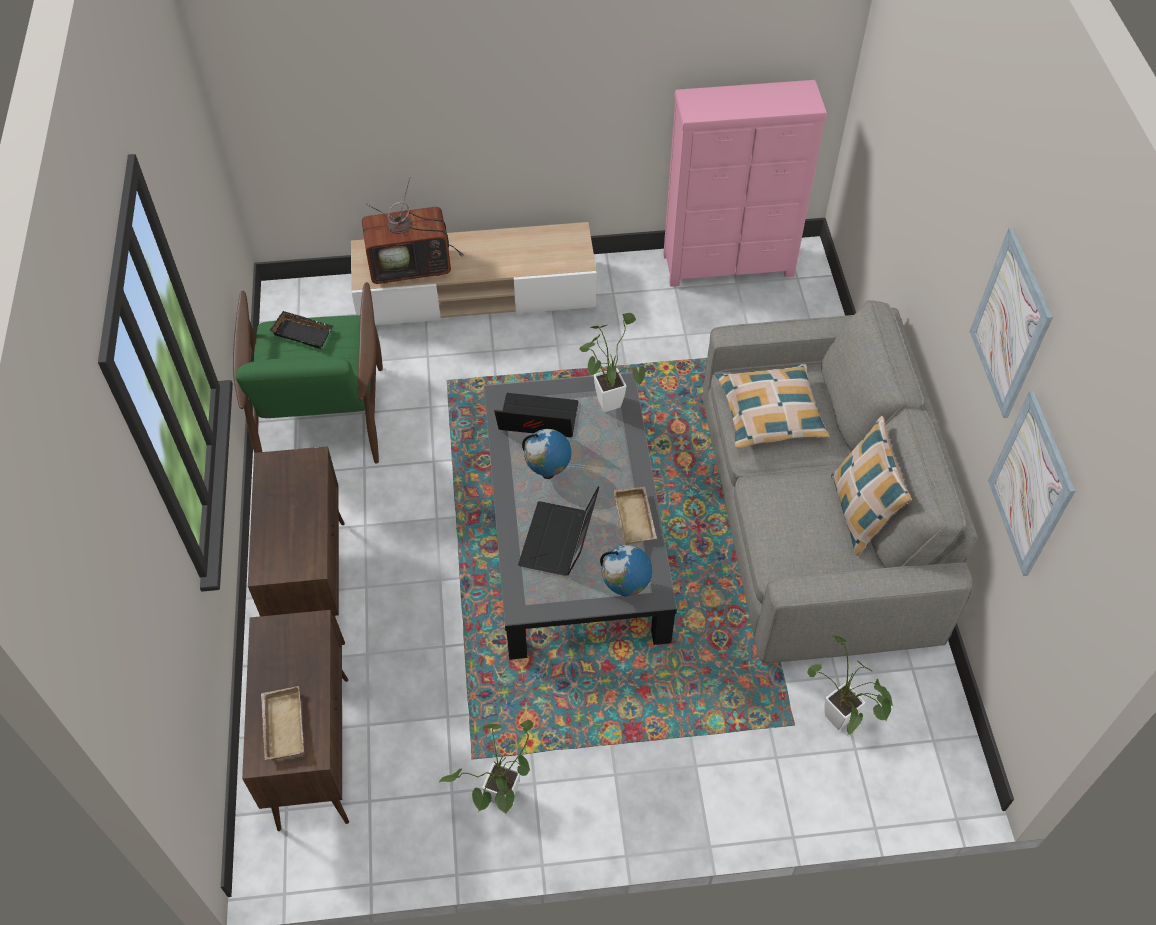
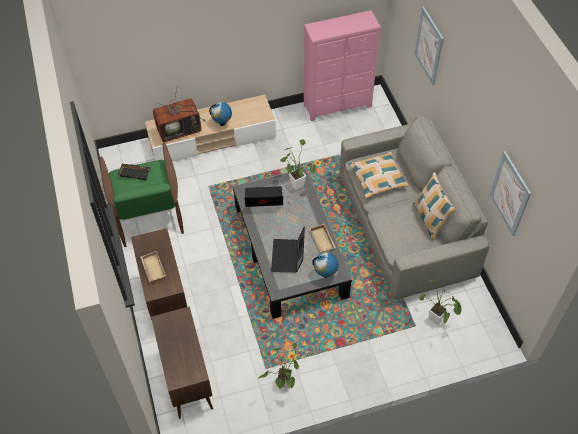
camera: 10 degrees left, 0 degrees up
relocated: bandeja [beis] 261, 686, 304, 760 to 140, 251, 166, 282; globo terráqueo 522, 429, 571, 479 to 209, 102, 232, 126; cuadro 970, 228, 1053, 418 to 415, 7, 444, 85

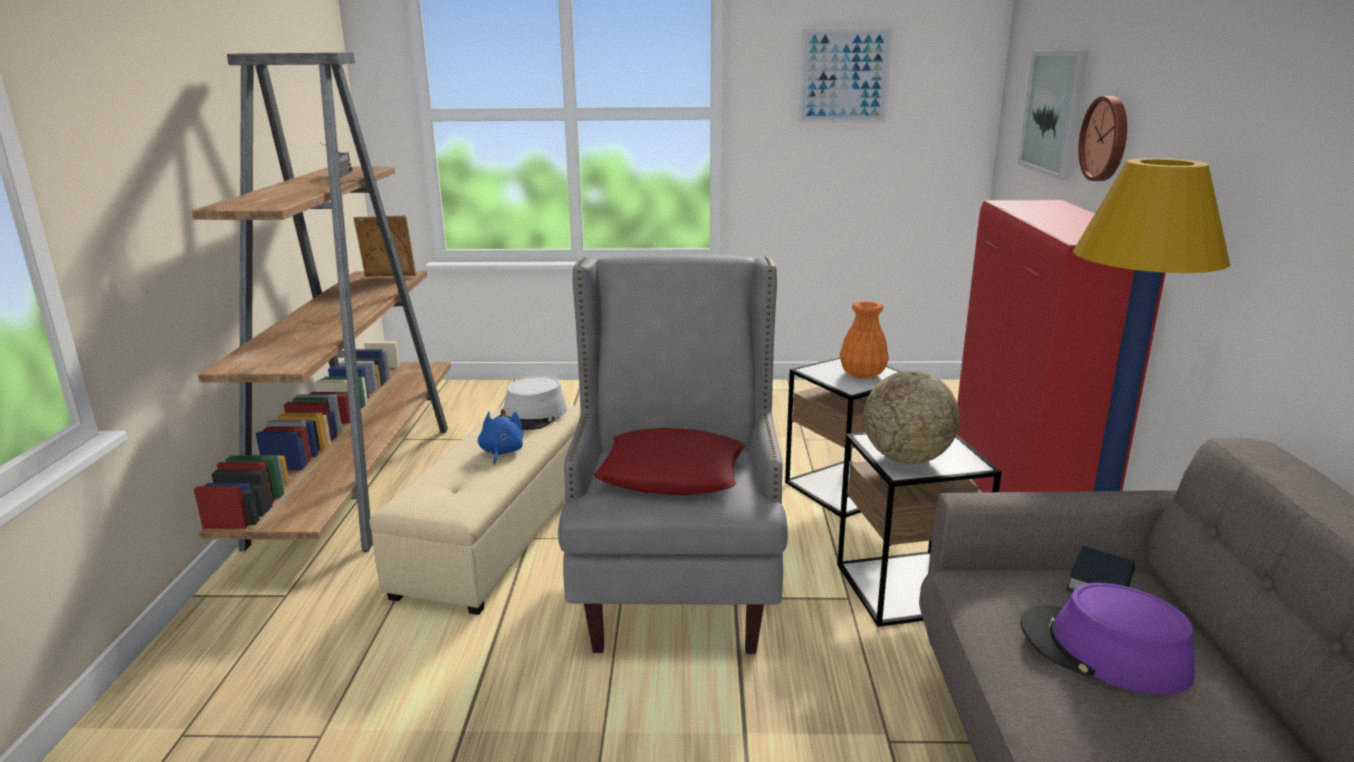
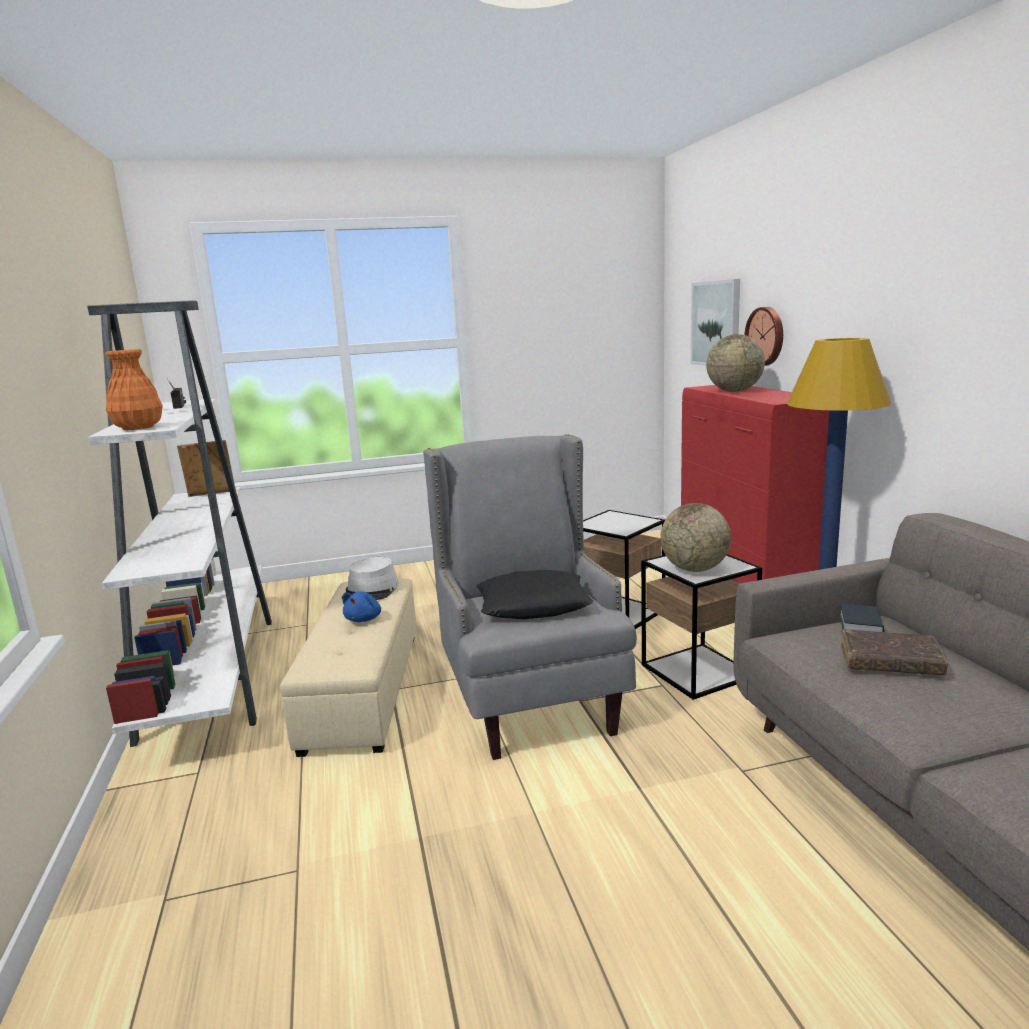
camera: 15 degrees left, 5 degrees down
missing: cuadro 799, 28, 893, 123
appeared: globo terráqueo 706, 334, 765, 392
relocated: florero [naranja] 840, 301, 889, 379 to 105, 349, 163, 430
exchanged: sombrero [morado] 1020, 583, 1195, 695 to libro [marrón] 841, 629, 948, 675
colour: estantería [marrón] 192, 53, 451, 552 to estantería [blanco] 87, 300, 272, 747; cojín [rojo] 594, 428, 746, 495 to cojín [negro] 476, 570, 593, 619
spun: peluche [azul] 478, 410, 523, 465 = 343, 591, 381, 622 150 degrees counterclockwise

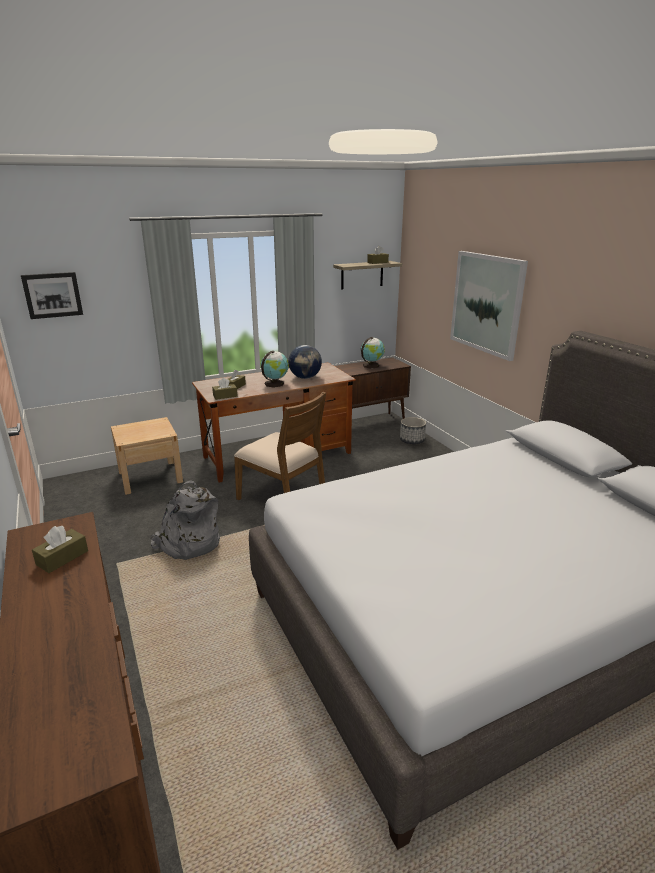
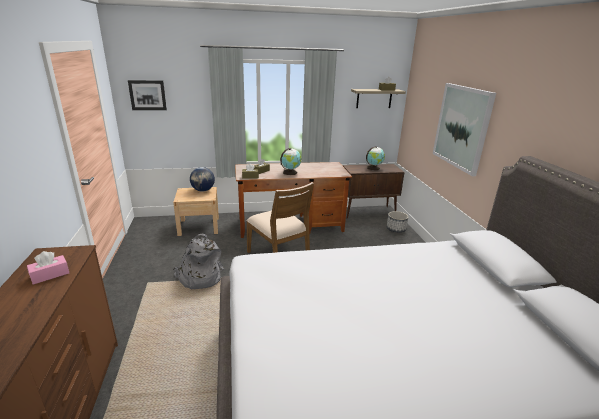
camera: 15 degrees right, 0 degrees up
relocated: globo terráqueo 288, 345, 322, 379 to 190, 167, 215, 192
colour: caja de pañuelos [marrón] 32, 526, 88, 573 to caja de pañuelos [rosa] 27, 251, 69, 285

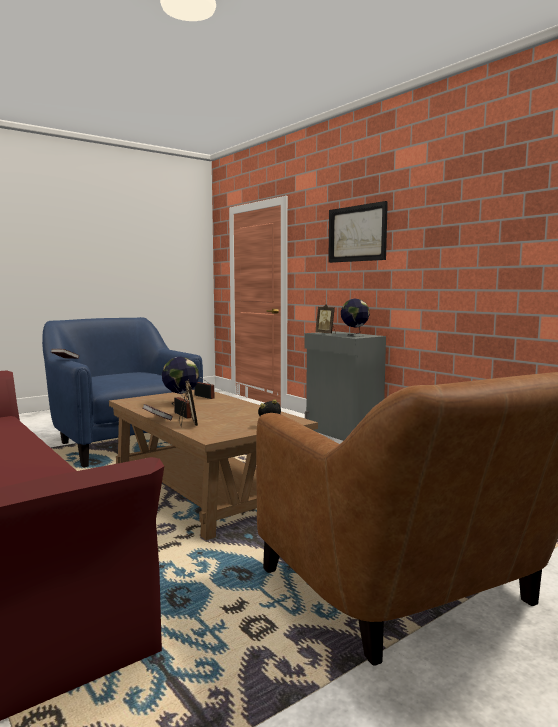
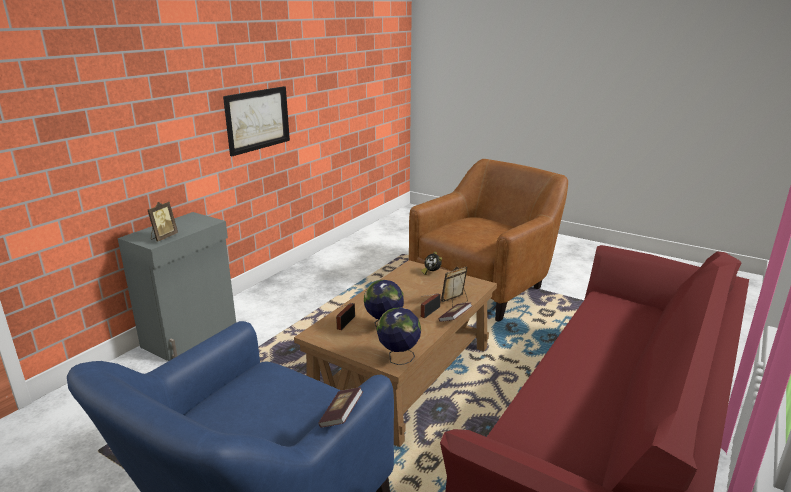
camera: 110 degrees left, 15 degrees up
relocated: cuadro 328, 201, 388, 263 to 223, 86, 290, 156; globo terráqueo 341, 299, 370, 336 to 376, 308, 421, 365

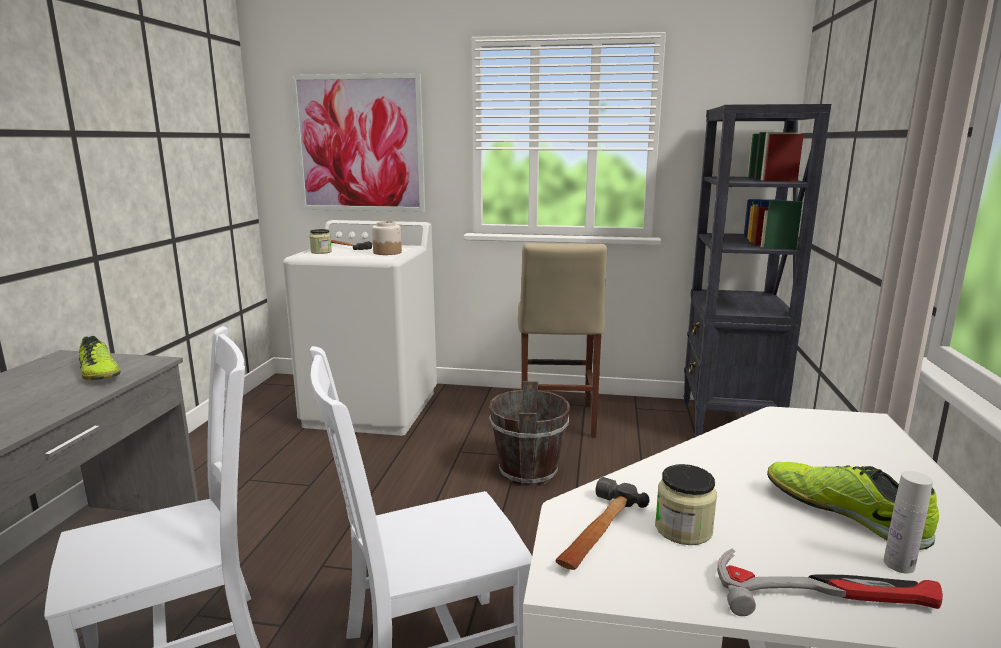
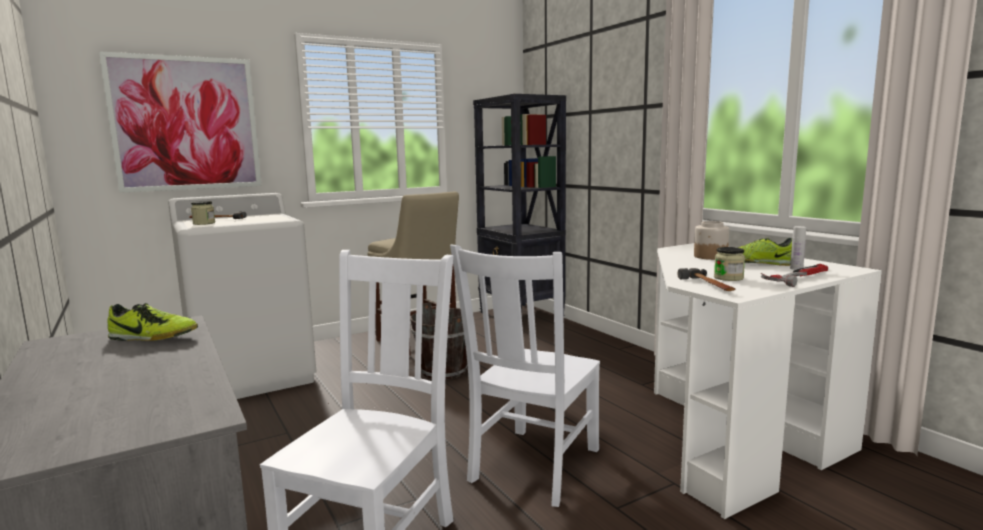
camera: 40 degrees left, 5 degrees down
relocated: tarro 372, 221, 402, 255 to 694, 221, 729, 260

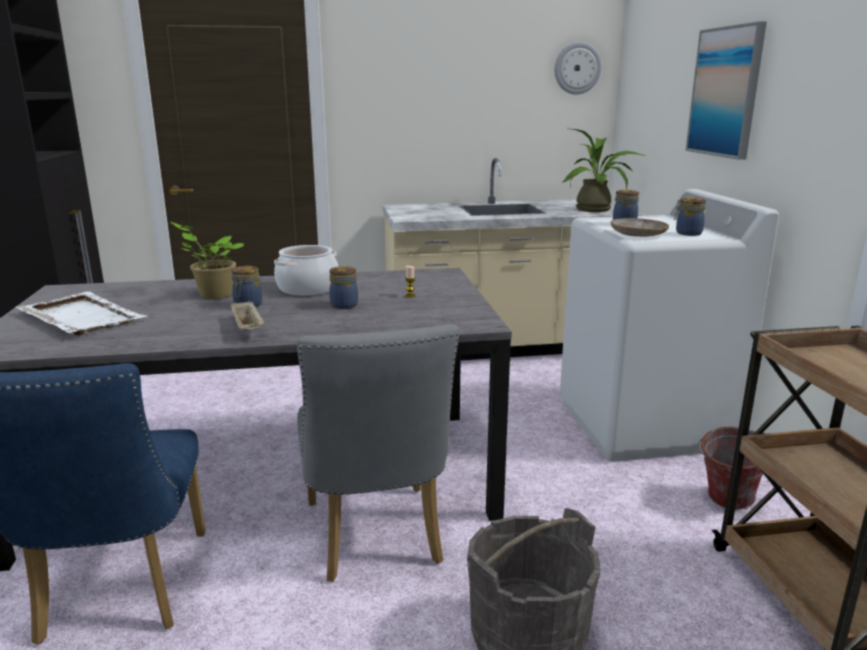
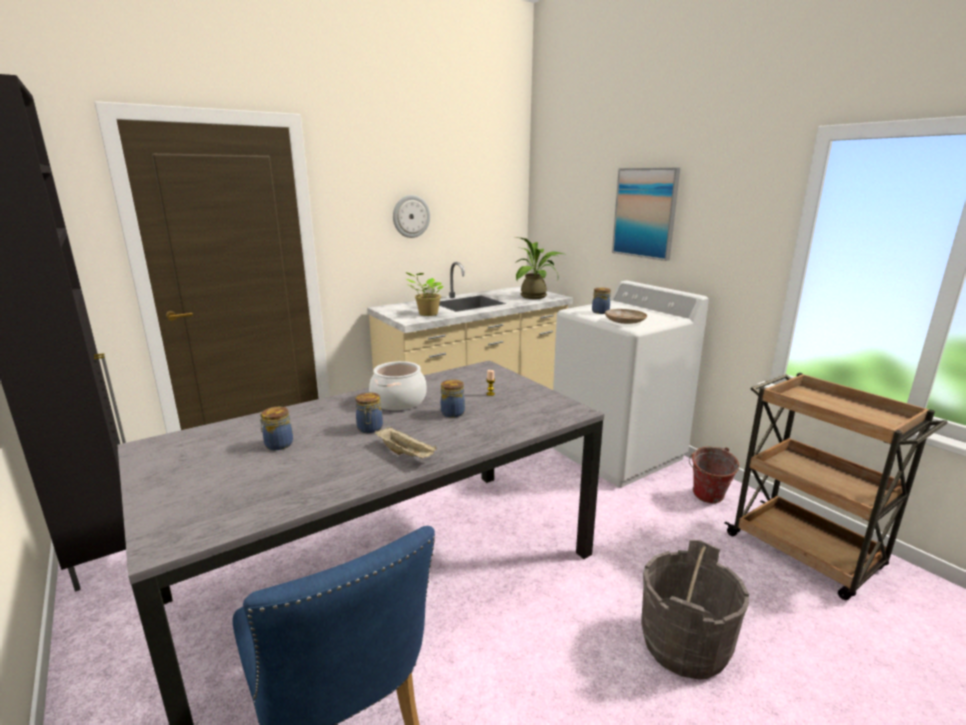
camera: 25 degrees left, 0 degrees up
missing: bandeja [blanco] 16, 291, 147, 335; silla [gris] 296, 324, 459, 582
relocated: planta en maceta 170, 222, 244, 299 to 405, 272, 443, 316; reloj de pared 555, 42, 602, 95 to 393, 195, 430, 238; tarro 674, 197, 706, 236 to 259, 407, 293, 450

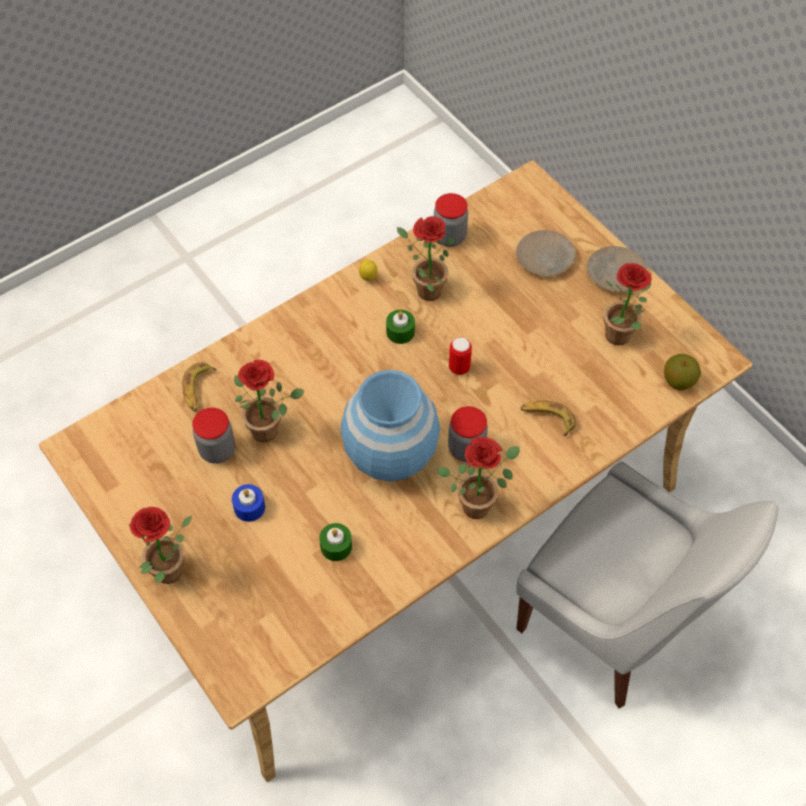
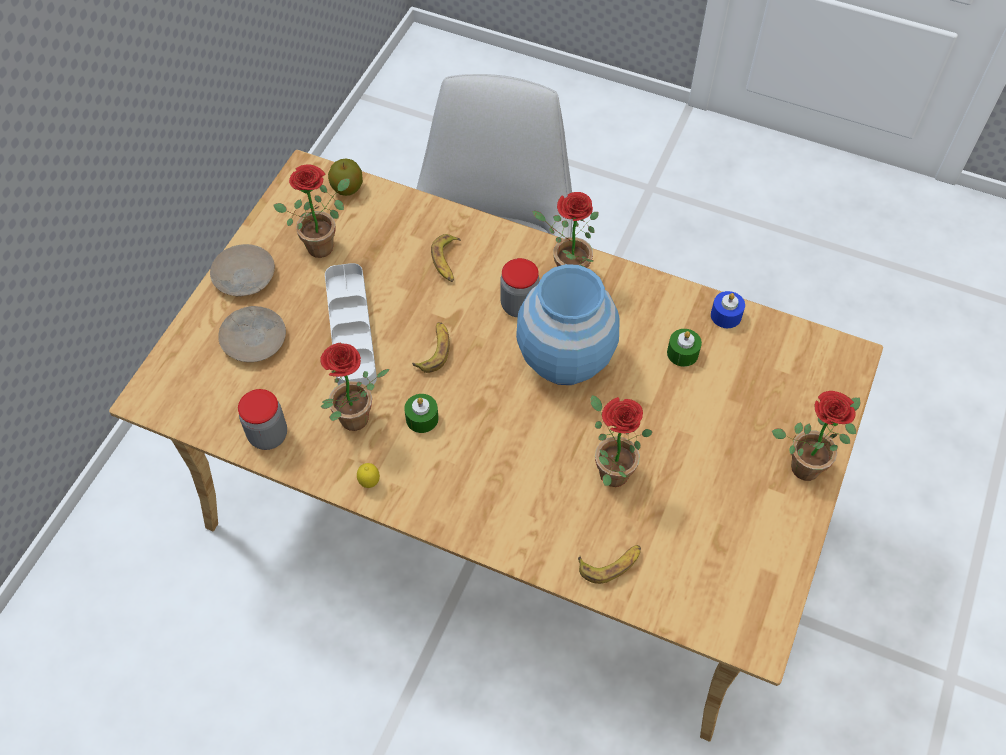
camera: 120 degrees left, 0 degrees up
missing: tarro 192, 408, 235, 464
appeared: bandeja [blanco] 325, 263, 377, 387
relocated: vela [azul] 232, 484, 265, 522 to 711, 291, 745, 328
exchanged: lata 449, 337, 472, 375 to plátano 412, 322, 450, 373

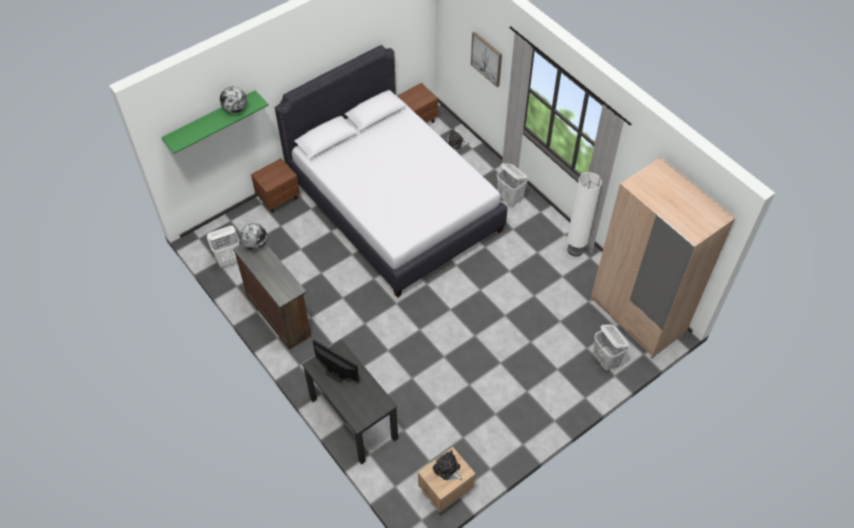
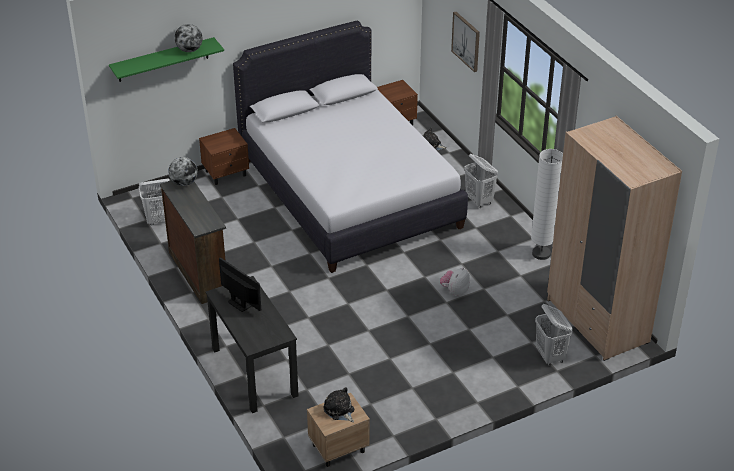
camera: 10 degrees right, 15 degrees down
appeared: peluche 440, 267, 470, 296

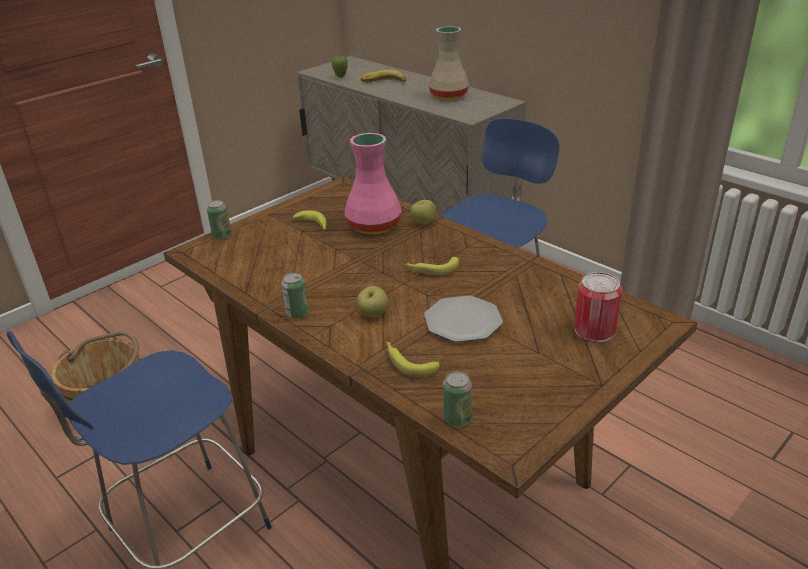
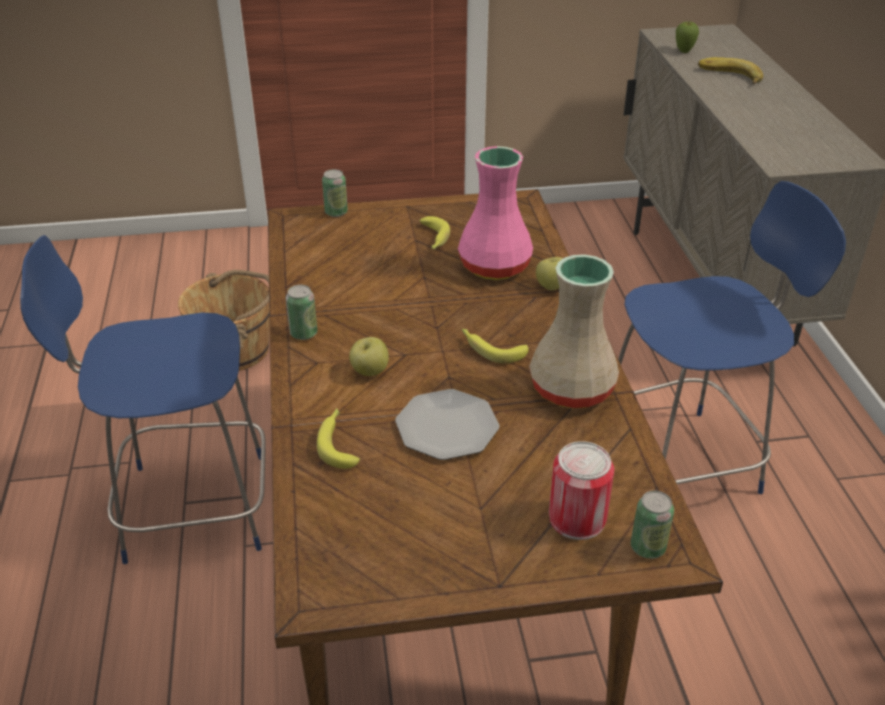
camera: 35 degrees right, 5 degrees up
relocated: florero [beis] 429, 26, 469, 100 to 529, 254, 619, 409; lata 443, 371, 472, 427 to 631, 491, 674, 559

